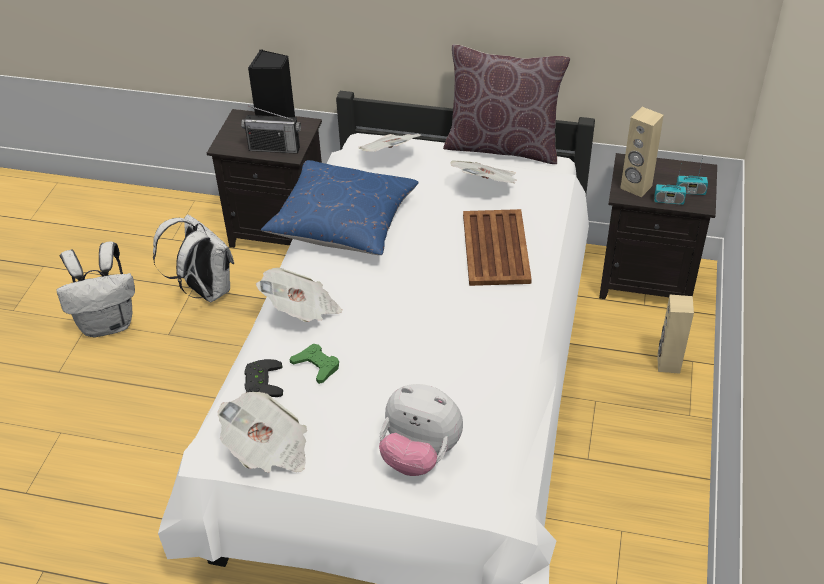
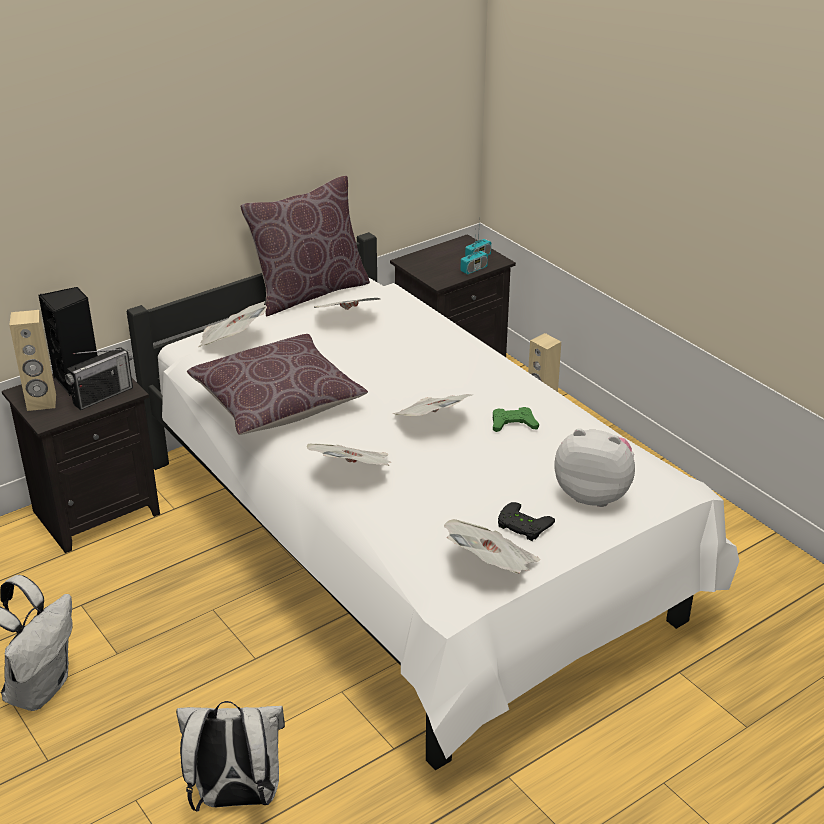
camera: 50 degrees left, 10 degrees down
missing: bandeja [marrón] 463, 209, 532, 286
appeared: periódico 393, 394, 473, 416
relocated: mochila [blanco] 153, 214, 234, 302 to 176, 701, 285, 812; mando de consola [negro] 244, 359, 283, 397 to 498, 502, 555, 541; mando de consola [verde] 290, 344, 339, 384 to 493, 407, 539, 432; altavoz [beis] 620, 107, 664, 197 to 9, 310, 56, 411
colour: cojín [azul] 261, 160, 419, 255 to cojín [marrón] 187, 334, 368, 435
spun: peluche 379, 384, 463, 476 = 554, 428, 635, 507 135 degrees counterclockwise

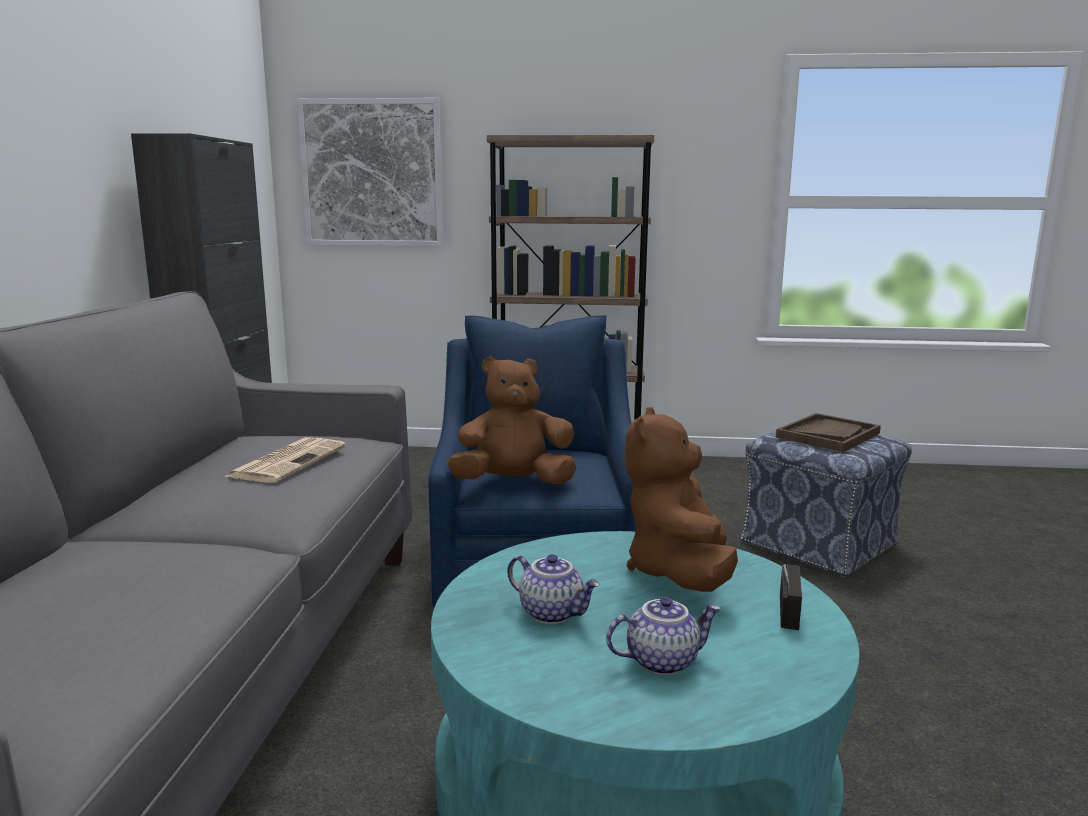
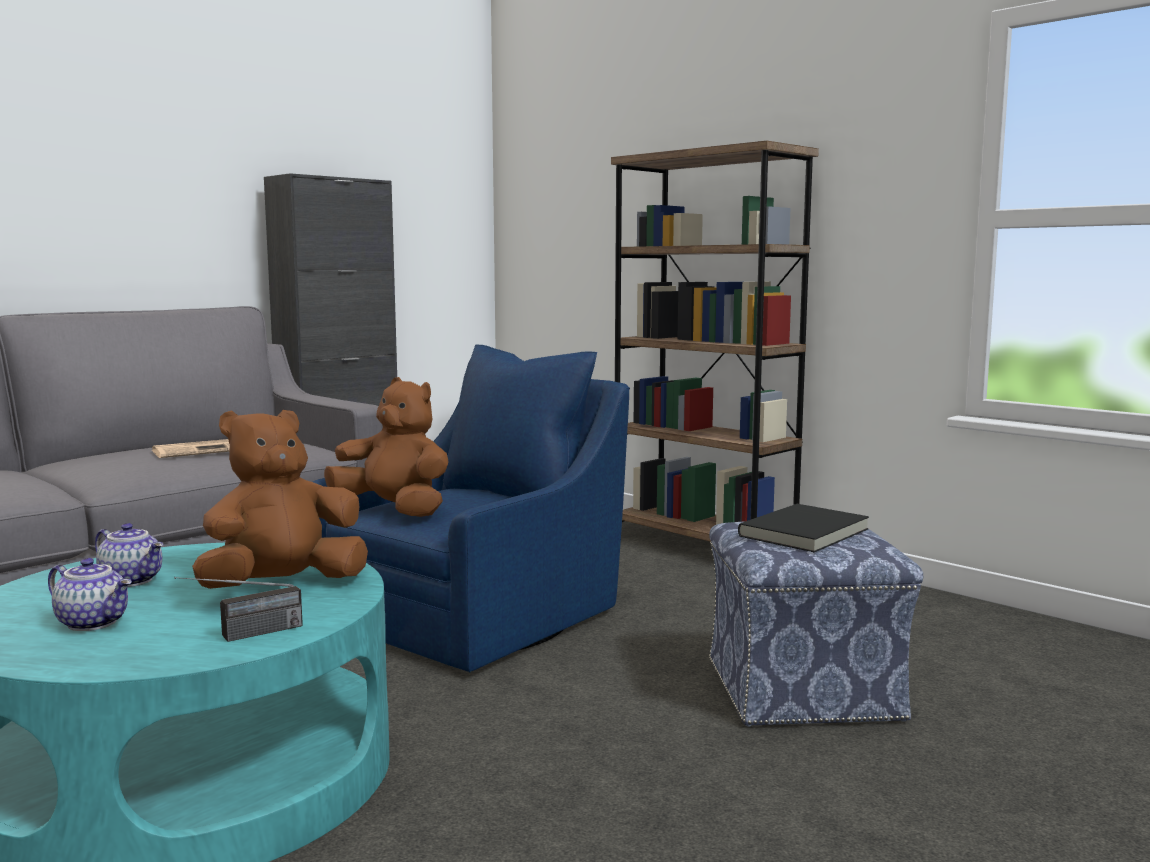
camera: 40 degrees right, 5 degrees down
missing: cuadro 297, 98, 444, 247
exchanged: bandeja [marrón] 776, 413, 881, 452 to libro [negro] 738, 504, 869, 552
spun: tetera 507, 554, 600, 624 = 95, 523, 163, 587 45 degrees counterclockwise

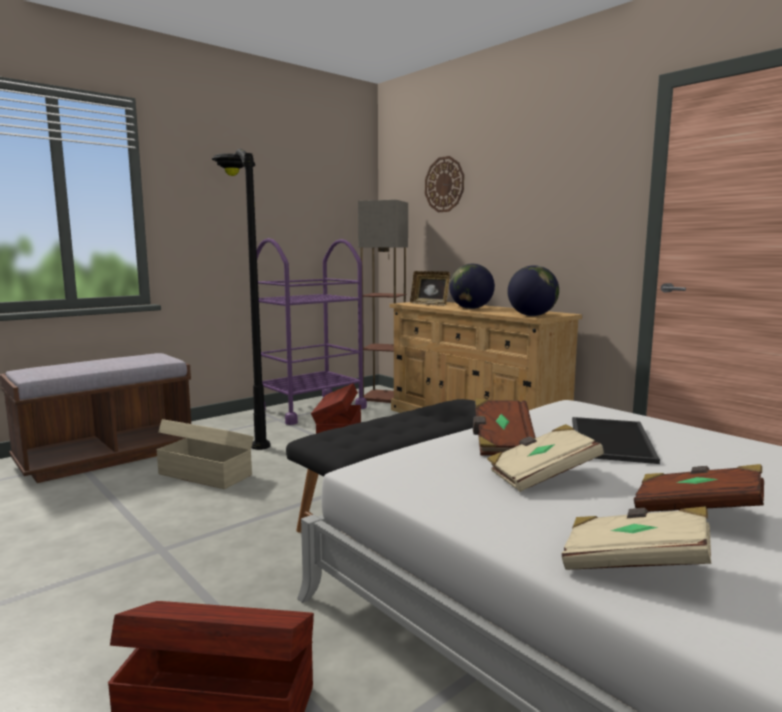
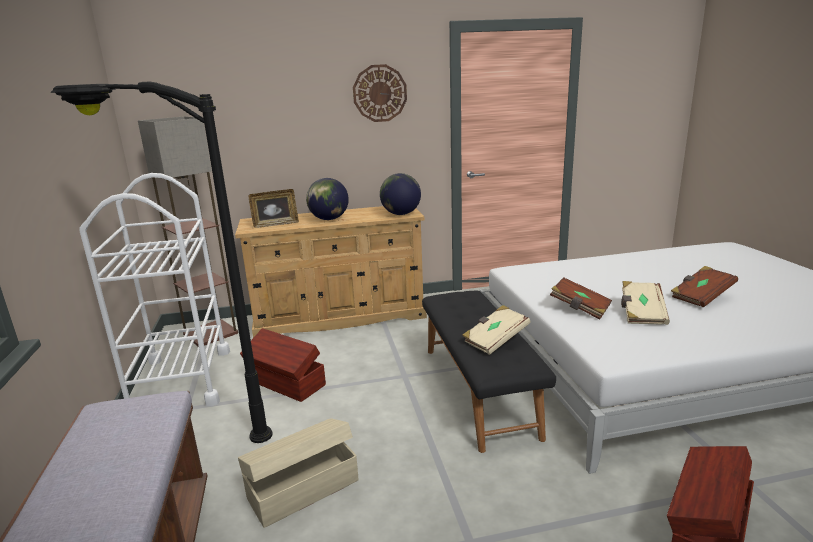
camera: 60 degrees left, 10 degrees up
missing: bandeja 572, 417, 660, 464
relocated: reloj de pared 425, 156, 464, 212 to 353, 64, 407, 122; libro [beis] 562, 506, 711, 570 to 462, 305, 531, 355
colour: carrito [morado] 257, 238, 367, 425 to carrito [blanco] 79, 173, 230, 406

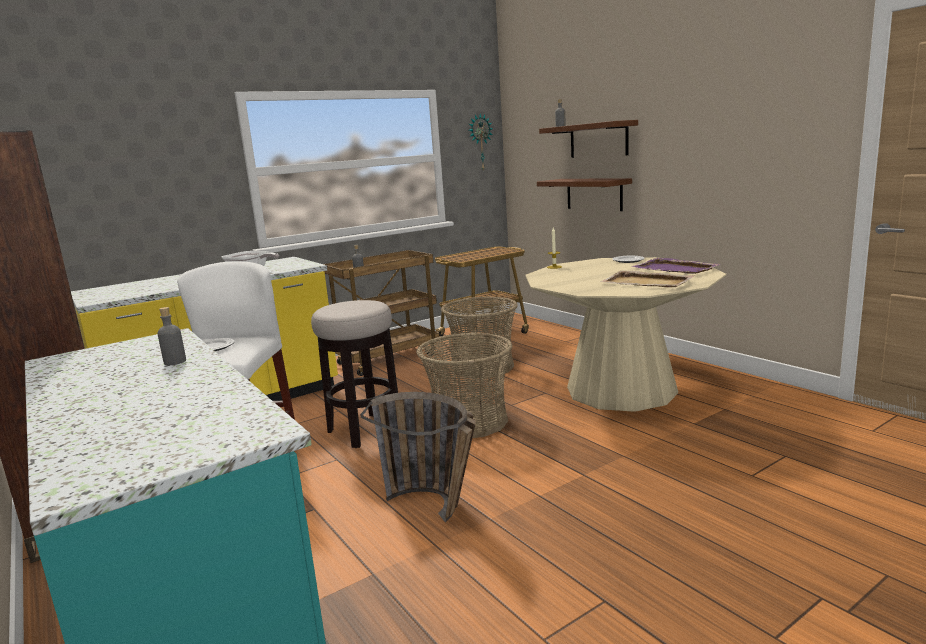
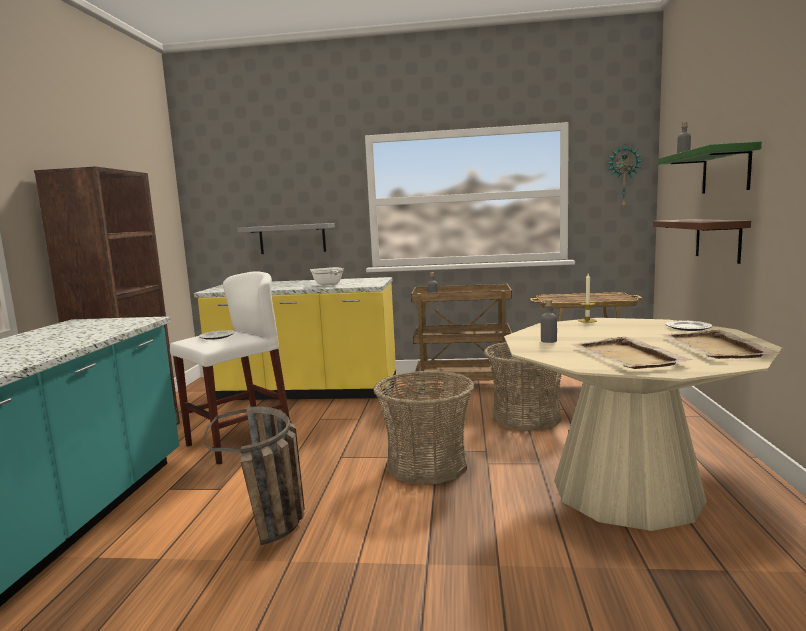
camera: 40 degrees right, 5 degrees down
missing: taburete 311, 300, 398, 448
appeared: estante [gris] 237, 223, 335, 254
relocated: botella [gris] 157, 307, 186, 365 to 541, 299, 557, 343
colour: estante [marrón] 539, 120, 638, 158 to estante [verde] 658, 142, 762, 194; bandeja [morado] 631, 258, 720, 274 to bandeja [beis] 660, 330, 780, 359

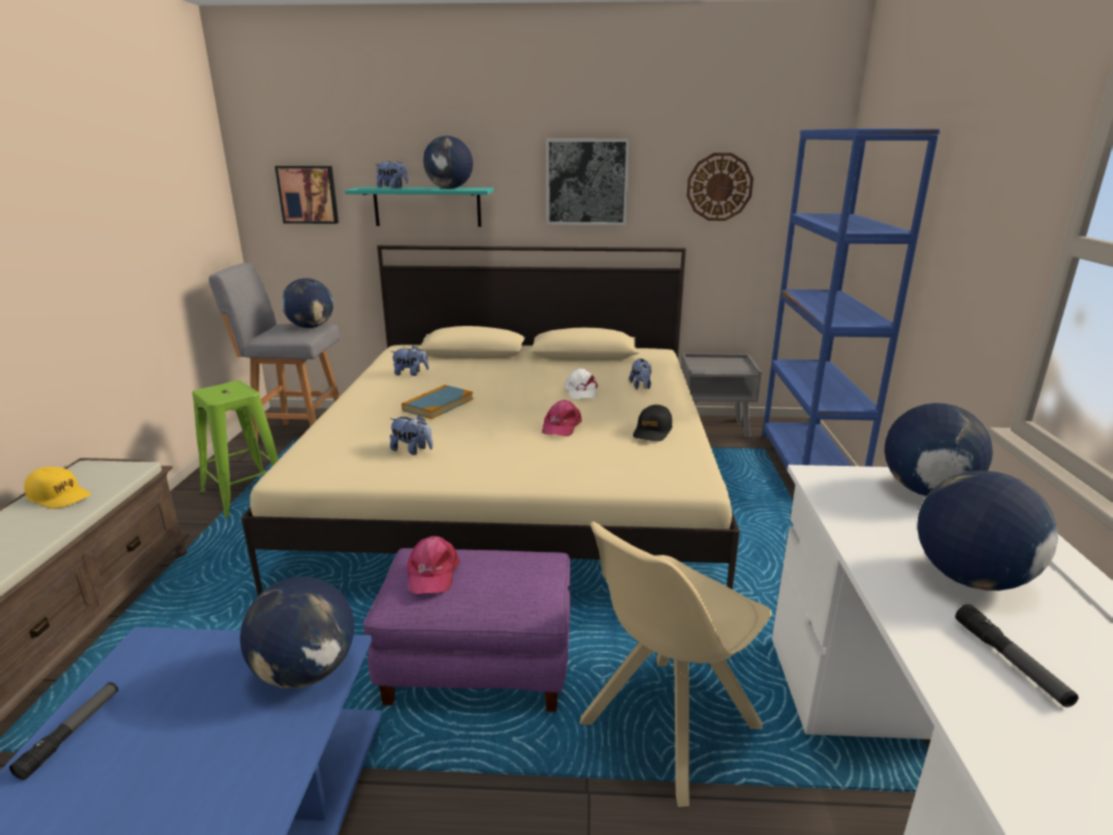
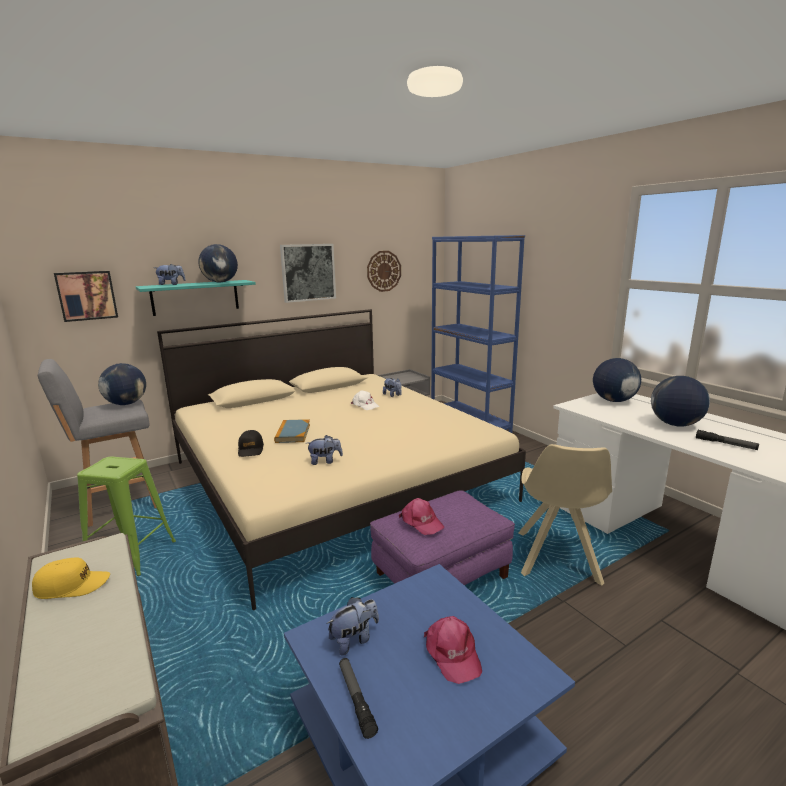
camera: 35 degrees left, 5 degrees down
missing: globo terráqueo 240, 577, 354, 688
relocated: peluche 391, 346, 429, 376 to 326, 597, 379, 656; gorra [rosa] 542, 400, 582, 437 to 424, 616, 482, 684; gorra [negro] 633, 405, 672, 441 to 238, 430, 264, 457

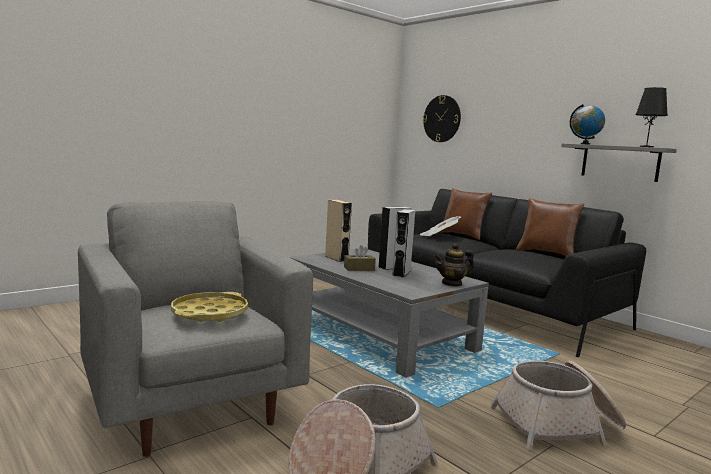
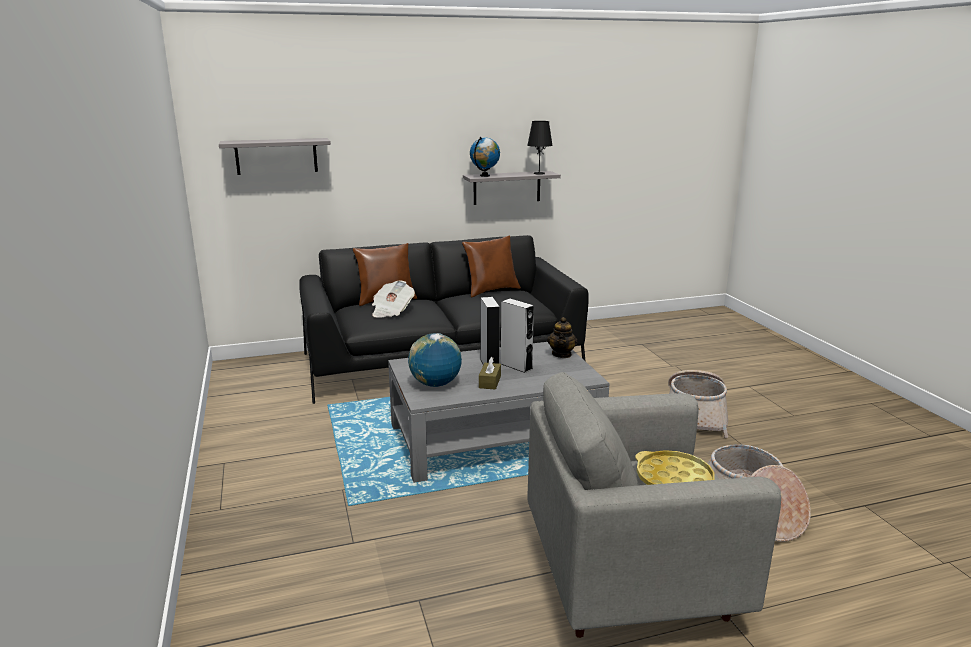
camera: 65 degrees left, 10 degrees up
exchanged: altavoz [beis] 325, 200, 352, 262 to globo terráqueo 408, 333, 462, 387; reloj de pared 423, 95, 461, 142 to estante [gris] 219, 138, 331, 175

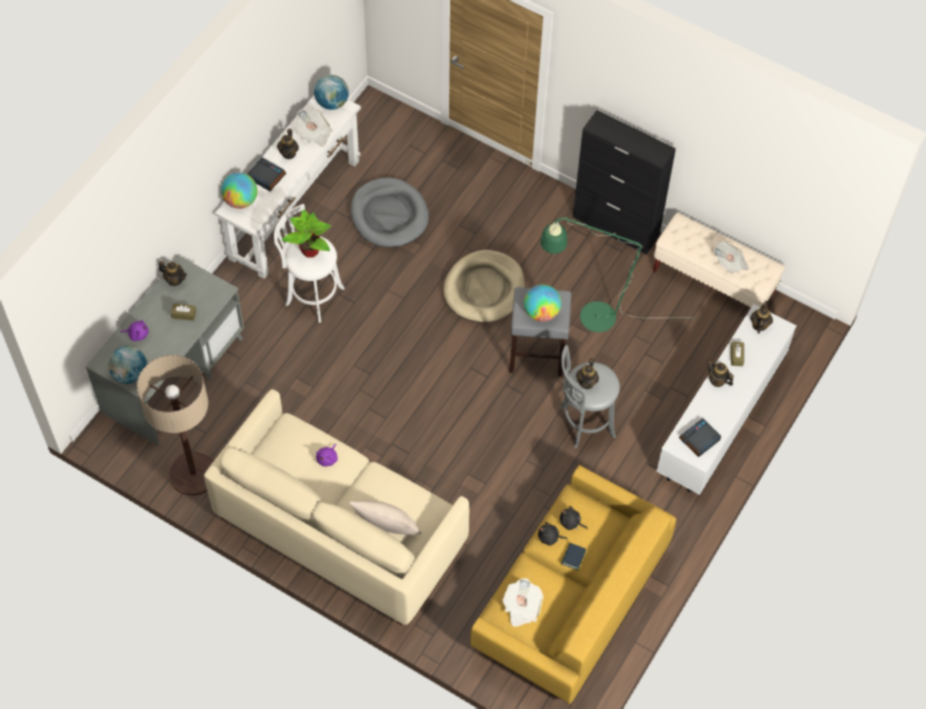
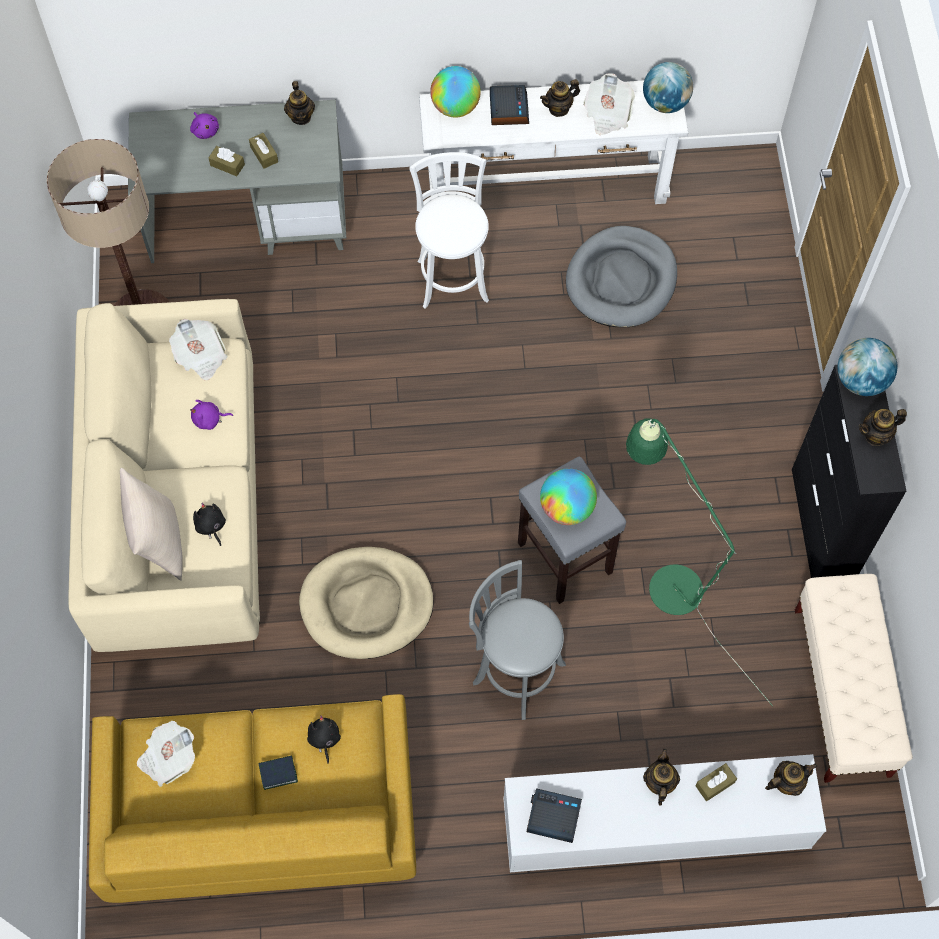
camera: 55 degrees right, 5 degrees up
missing: planta en maceta 282, 209, 332, 258
appeared: caja de pañuelos [marrón] 209, 146, 245, 176
relocated: globo terráqueo 108, 346, 147, 384 to 838, 338, 897, 396; cama para perro [beis] 444, 250, 524, 323 to 299, 547, 434, 659; peluche [negro] 538, 522, 568, 546 to 193, 503, 226, 546; tetera 576, 358, 599, 389 to 859, 409, 907, 446; periódico 713, 241, 749, 273 to 169, 319, 228, 380

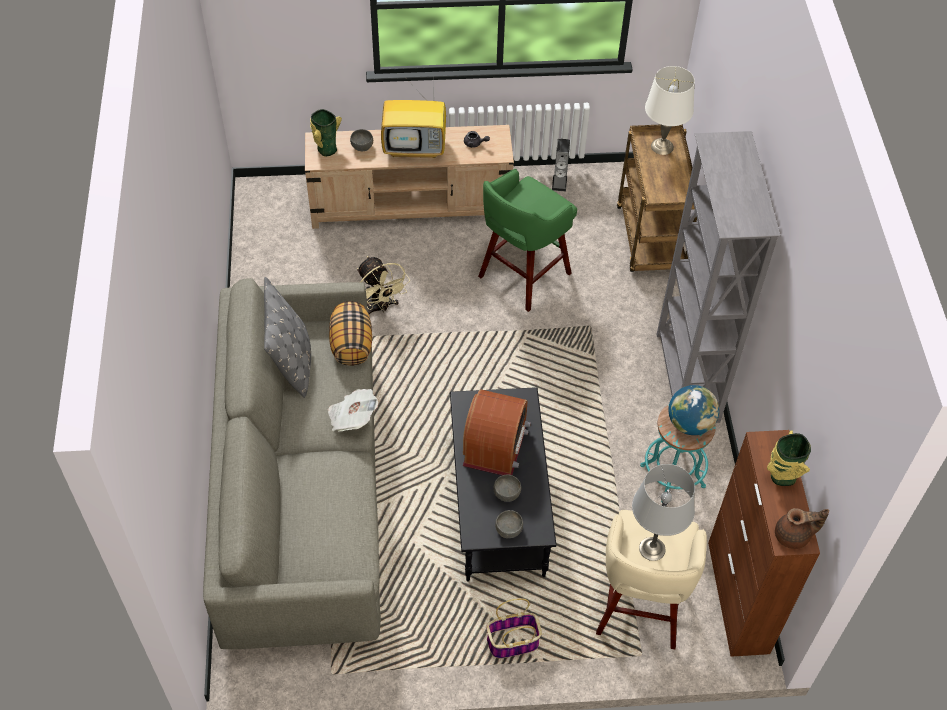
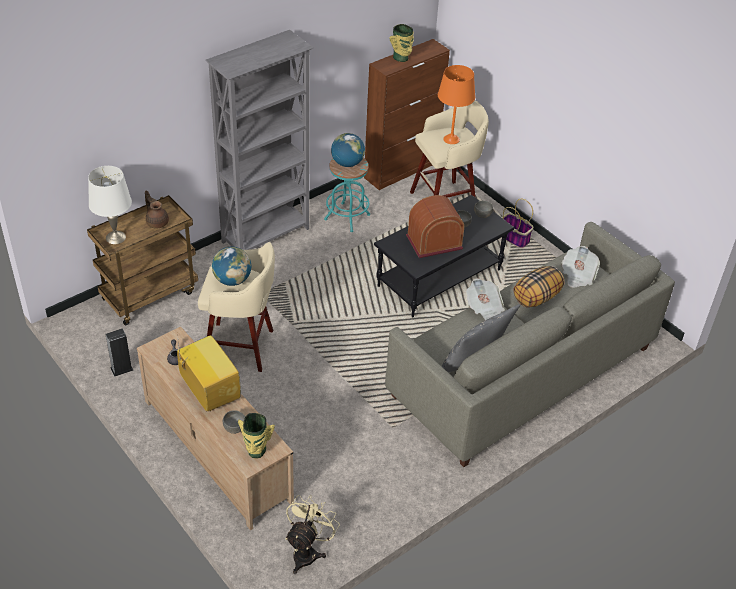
camera: 125 degrees left, 10 degrees down
appeared: globo terráqueo 212, 247, 251, 286; periódico 561, 246, 600, 287
relocated: cojín 329, 302, 372, 366 to 514, 266, 564, 307; ventilador [beis] 357, 256, 410, 314 to 285, 495, 340, 574; tetera [marrón] 775, 508, 829, 549 to 145, 190, 169, 229
colour: taburete [verde] 478, 169, 577, 312 to taburete [beis] 198, 242, 275, 372; lámpara de mesa [gris] 632, 464, 695, 561 to lámpara de mesa [naranja] 438, 65, 475, 144

